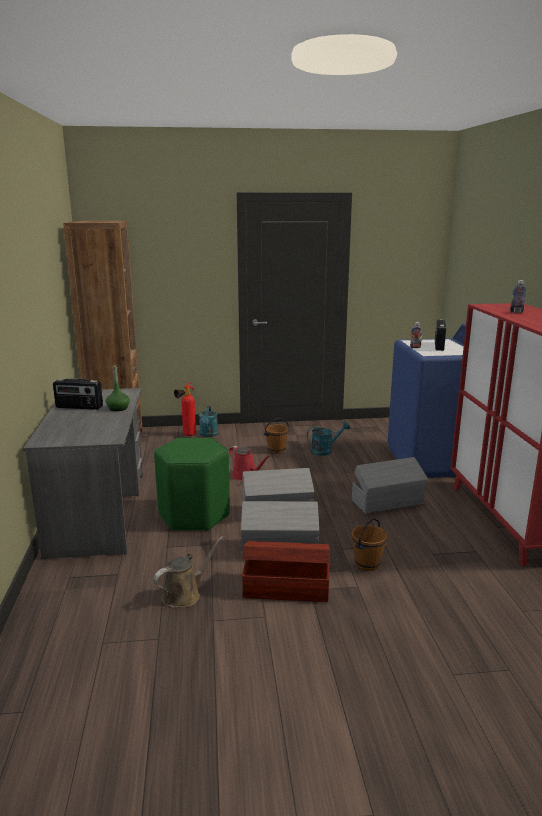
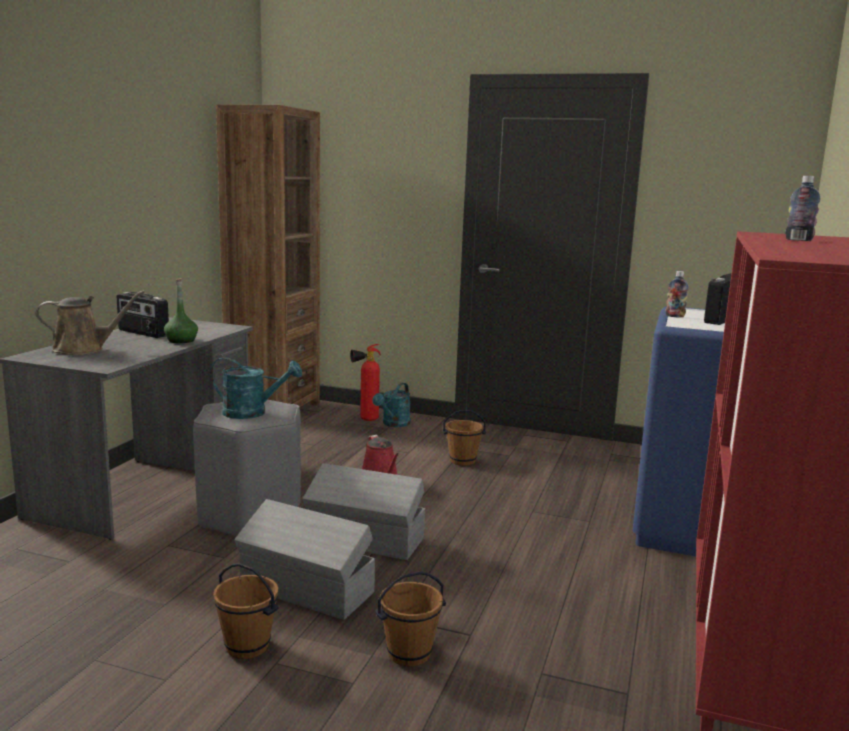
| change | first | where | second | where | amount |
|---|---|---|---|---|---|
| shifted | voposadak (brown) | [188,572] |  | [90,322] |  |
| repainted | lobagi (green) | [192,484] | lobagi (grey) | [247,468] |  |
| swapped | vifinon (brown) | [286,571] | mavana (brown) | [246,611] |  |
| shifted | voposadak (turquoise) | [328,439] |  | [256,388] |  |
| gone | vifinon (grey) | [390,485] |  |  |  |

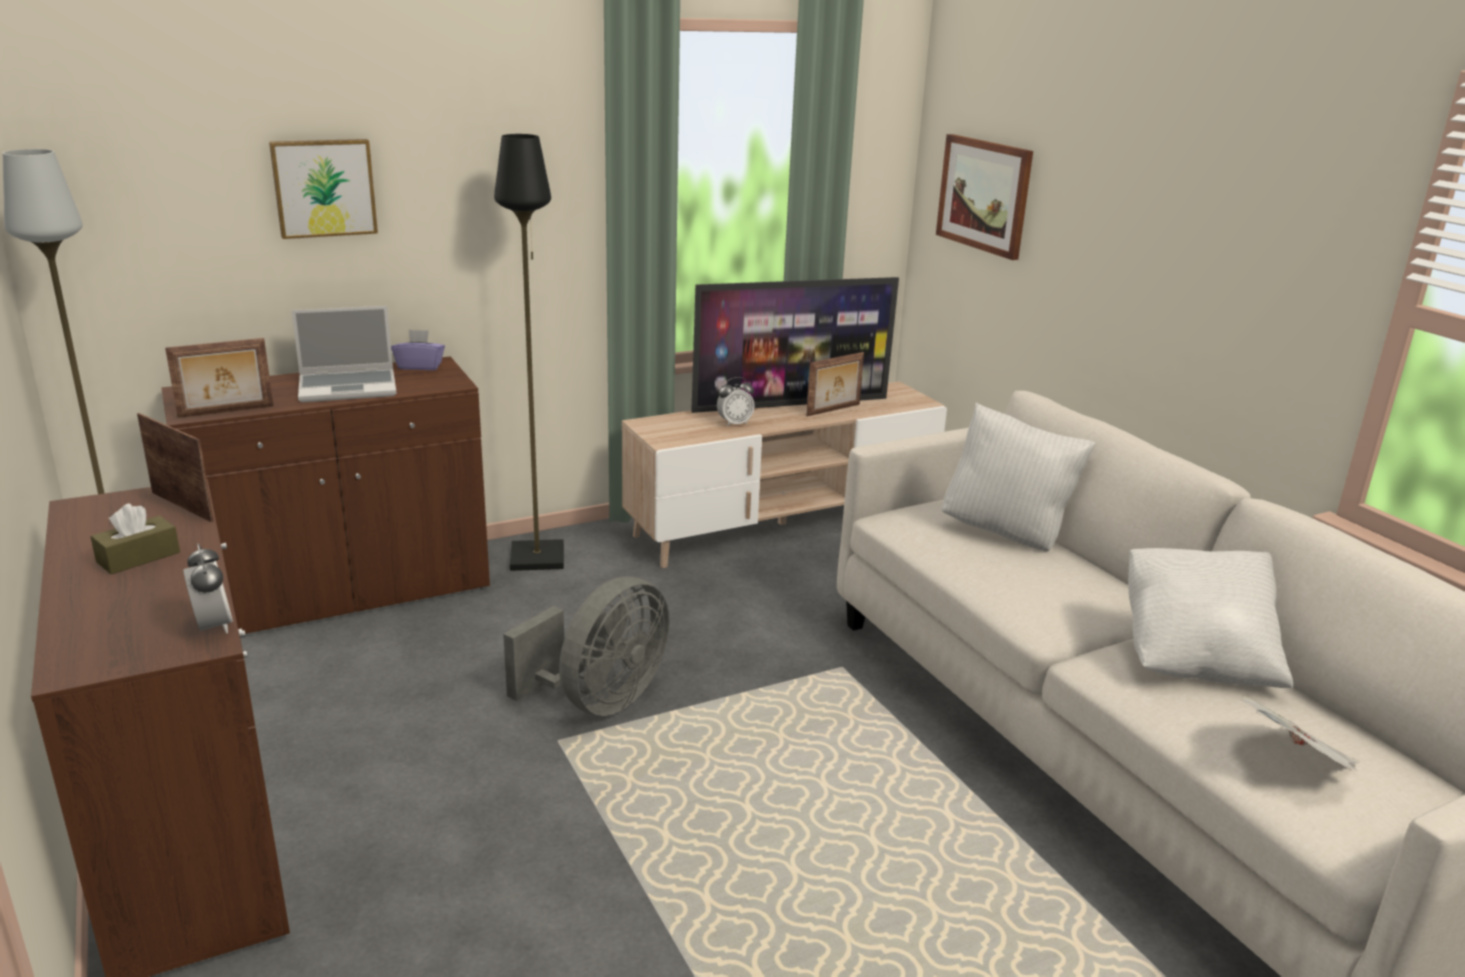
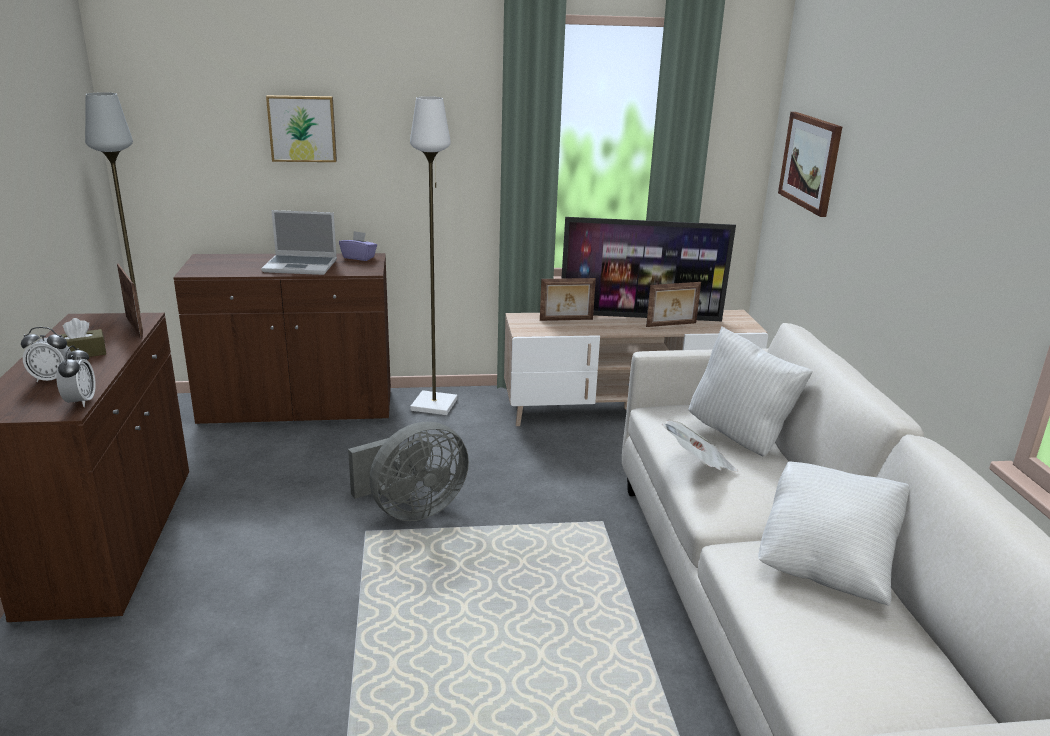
| change | first | where | second | where | amount |
|---|---|---|---|---|---|
| shifted | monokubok | [219,378] |  | [568,299] |  |
| repainted | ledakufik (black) | [529,352] | ledakufik (white) | [434,255] |  |
| shifted | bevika | [736,402] |  | [46,354] |  |
| shifted | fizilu | [1300,733] |  | [700,446] |  |

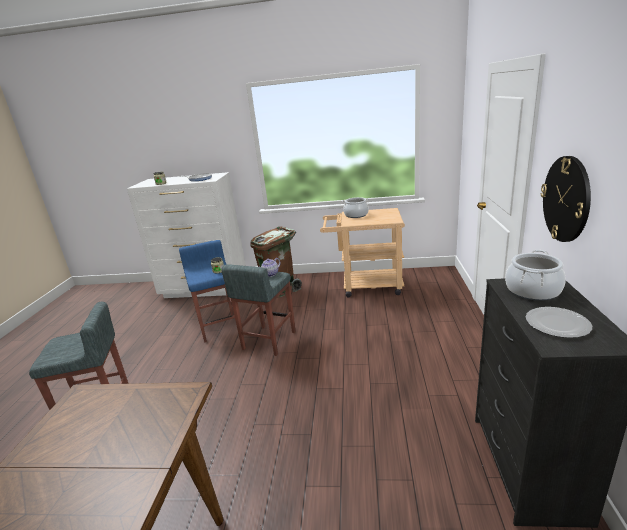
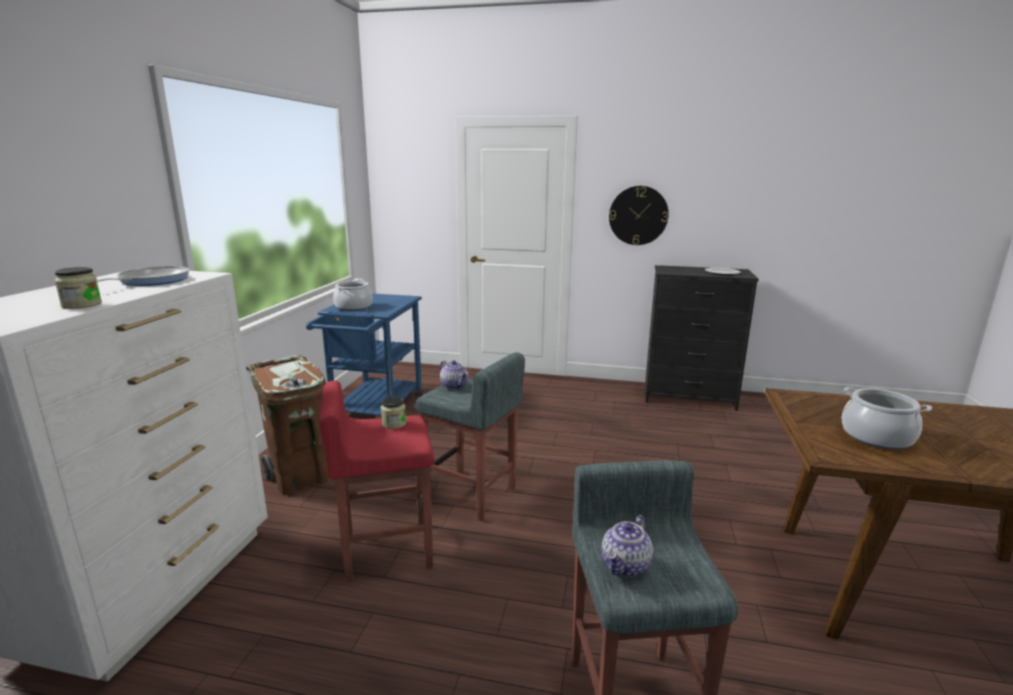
| change | first | where | second | where | amount |
|---|---|---|---|---|---|
| repainted | lobagi (blue) | [207,291] | lobagi (red) | [376,482] |  |
| repainted | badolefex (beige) | [362,253] | badolefex (blue) | [364,354] |  |
| shifted | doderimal | [535,275] |  | [887,418] |  |
| new |  |  | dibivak | [627,546] |  |

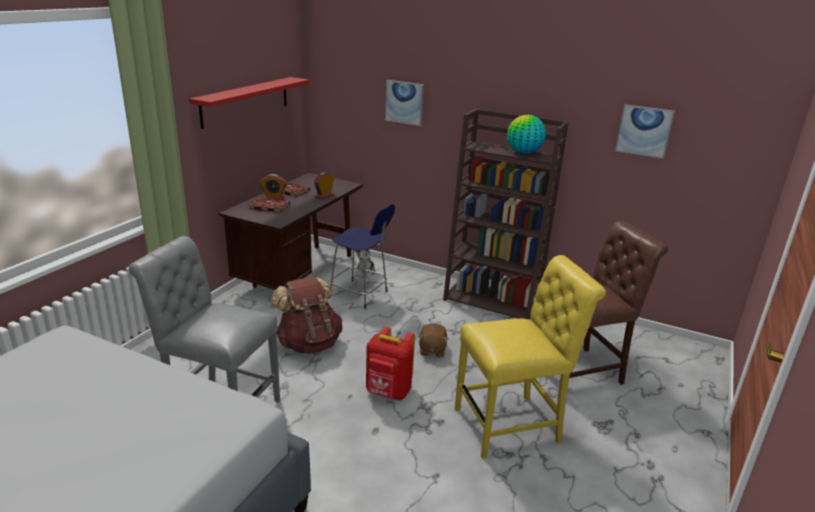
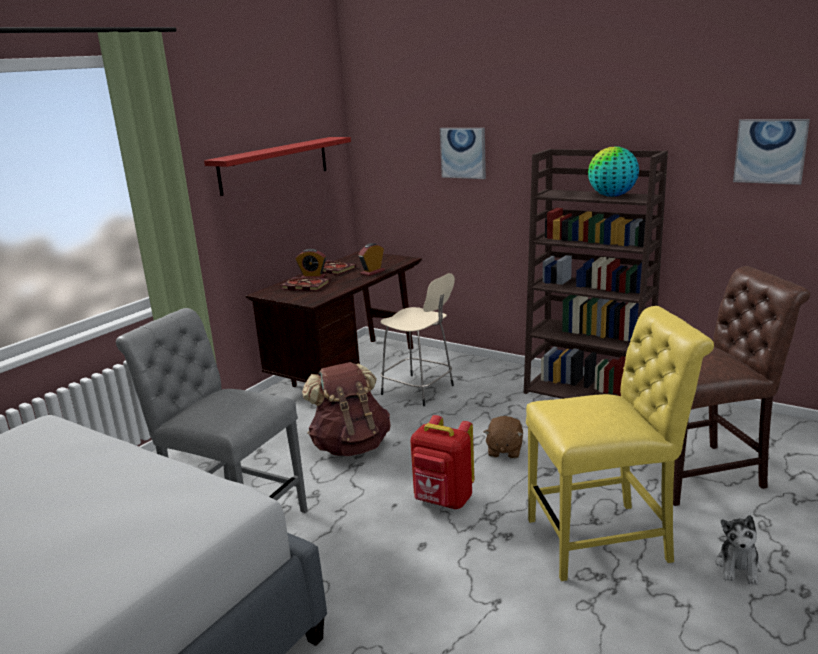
| change | first | where | second | where | amount |
|---|---|---|---|---|---|
| repainted | lobagi (blue) | [362,256] | lobagi (beige) | [417,339] |  |
| shifted | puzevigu | [365,264] |  | [739,550] |  |

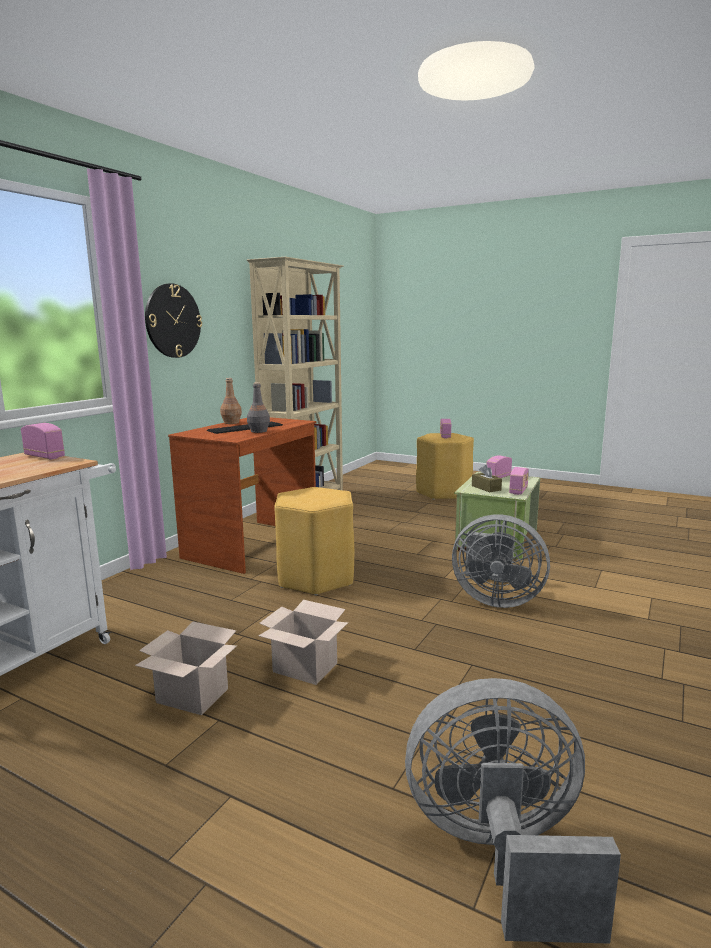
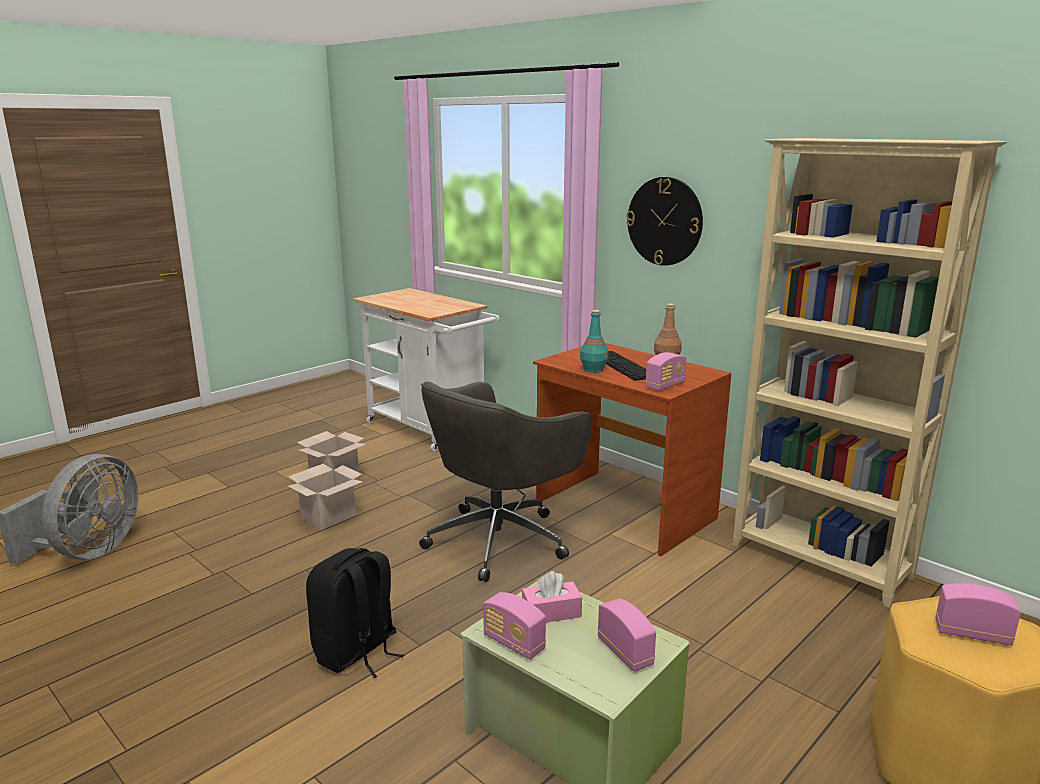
| change | first | where | second | where | amount |
|---|---|---|---|---|---|
| shifted | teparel | [43,441] |  | [665,371] |  |
| repainted | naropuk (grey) | [258,407] | naropuk (turquoise) | [594,341] |  |
| swapped | lobagi (yellow) | [314,541] | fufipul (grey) | [505,482] |  |
| swapped | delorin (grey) | [501,561] | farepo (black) | [355,613] |  |
| repainted | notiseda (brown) | [487,478] | notiseda (pink) | [552,596] |  |

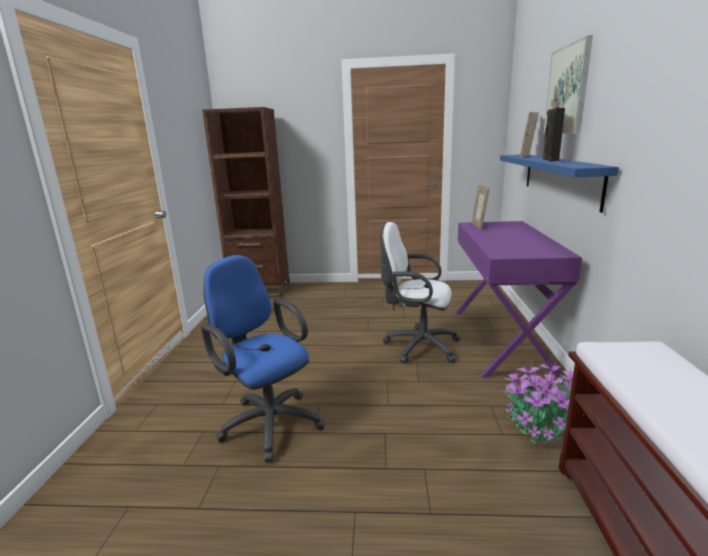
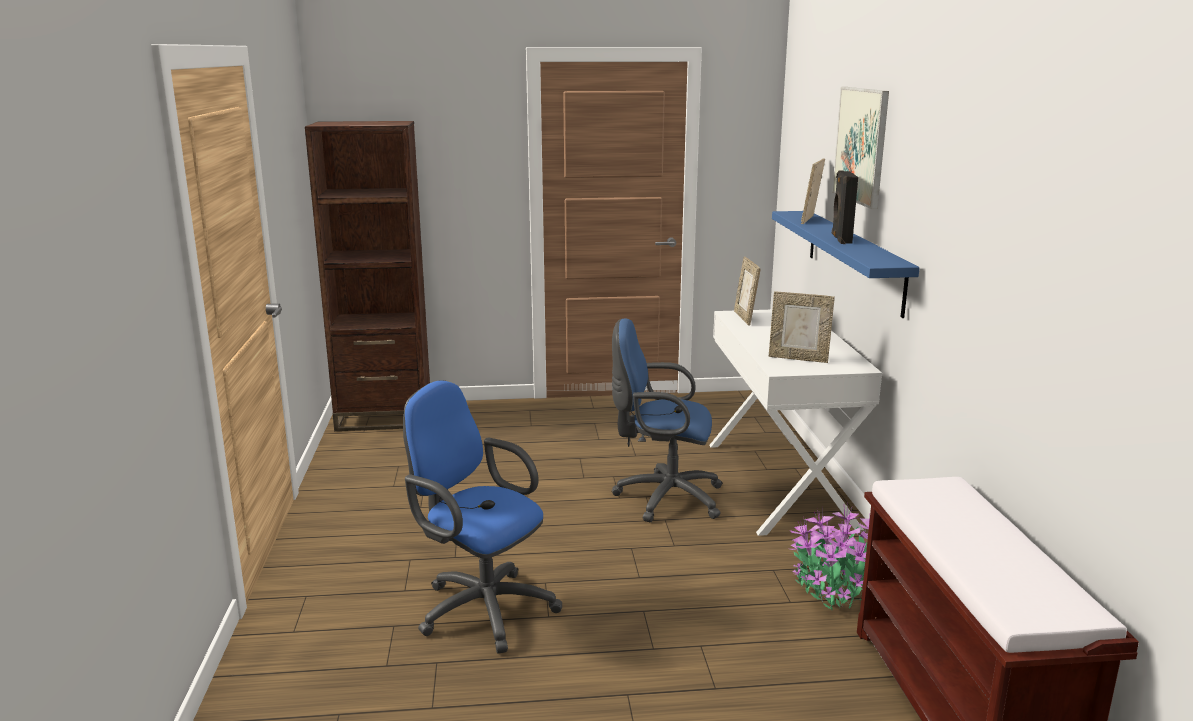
| change | first | where | second | where | amount |
|---|---|---|---|---|---|
| repainted | fufipul (white) | [420,292] | fufipul (blue) | [667,420] |  |
| repainted | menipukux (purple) | [518,299] | menipukux (white) | [795,423] |  |
| new |  |  | monokubok | [801,327] |  |

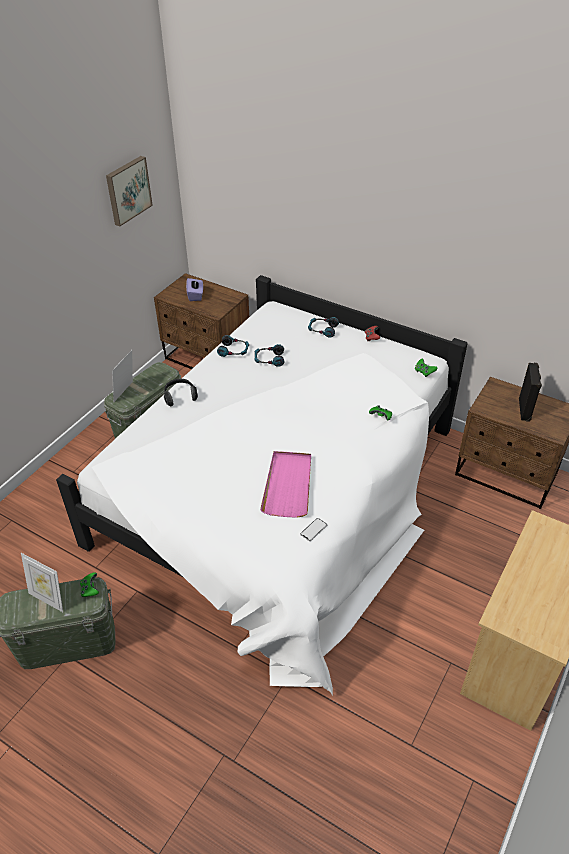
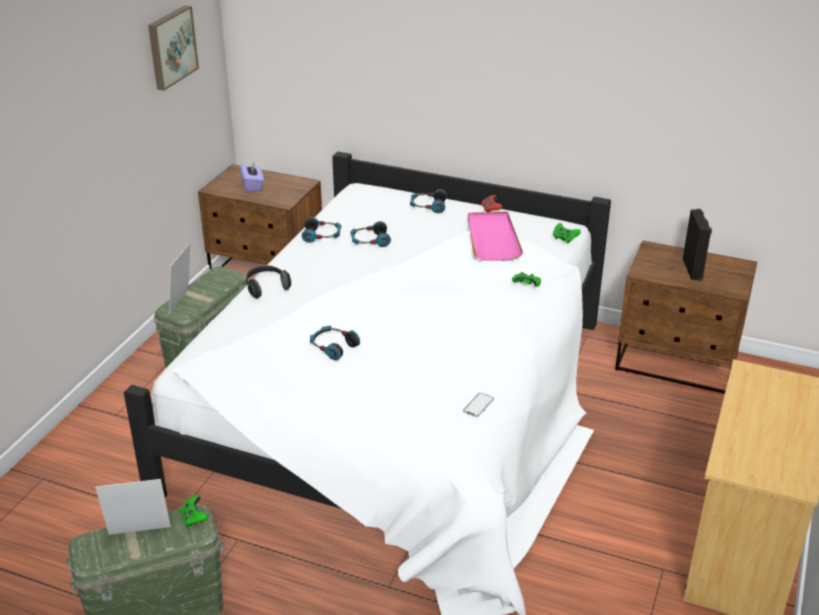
| change | first | where | second | where | amount |
|---|---|---|---|---|---|
| rotated | monokubok | [42,582] |  | [133,507] | 150 degrees clockwise |
| shifted | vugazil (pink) | [285,484] |  | [495,236] |  |
| new |  |  | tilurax | [335,343] |  |

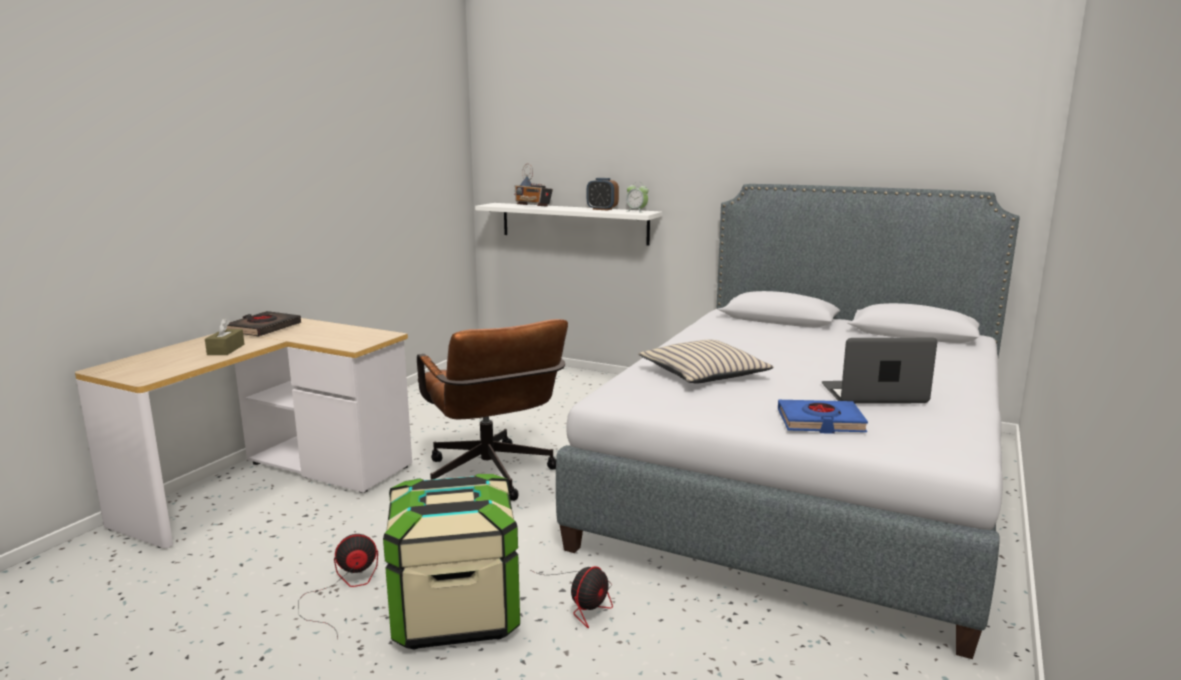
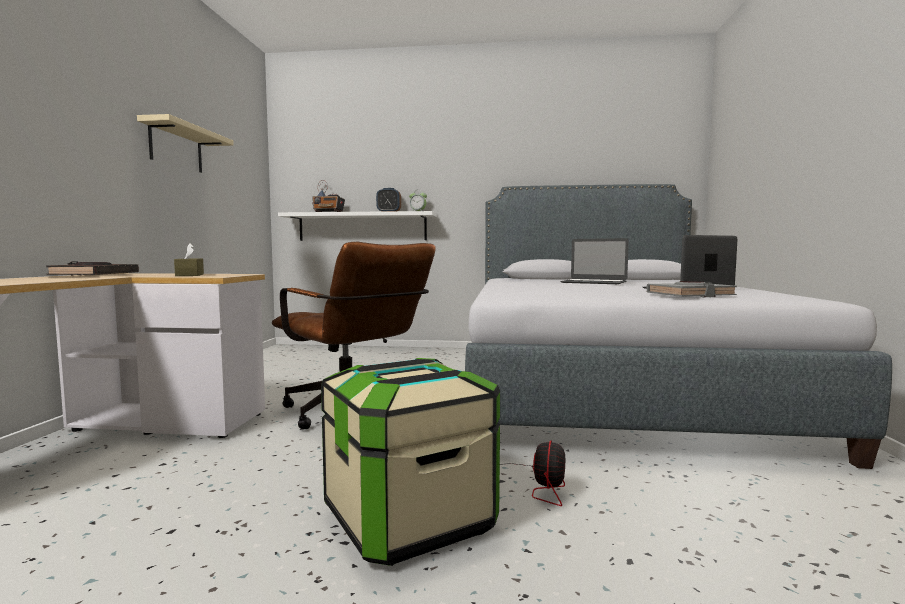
| change | first | where | second | where | amount |
|---|---|---|---|---|---|
| shifted | notiseda (brown) | [225,336] |  | [189,259] |  |
| gone | delorin | [338,586] |  |  |  |
| gone | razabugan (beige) | [706,361] |  |  |  |
| repainted | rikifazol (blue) | [823,417] | rikifazol (grey) | [692,289] |  |
| new |  |  | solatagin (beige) | [185,143] |  |
| new |  |  | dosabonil | [594,261] |  |

